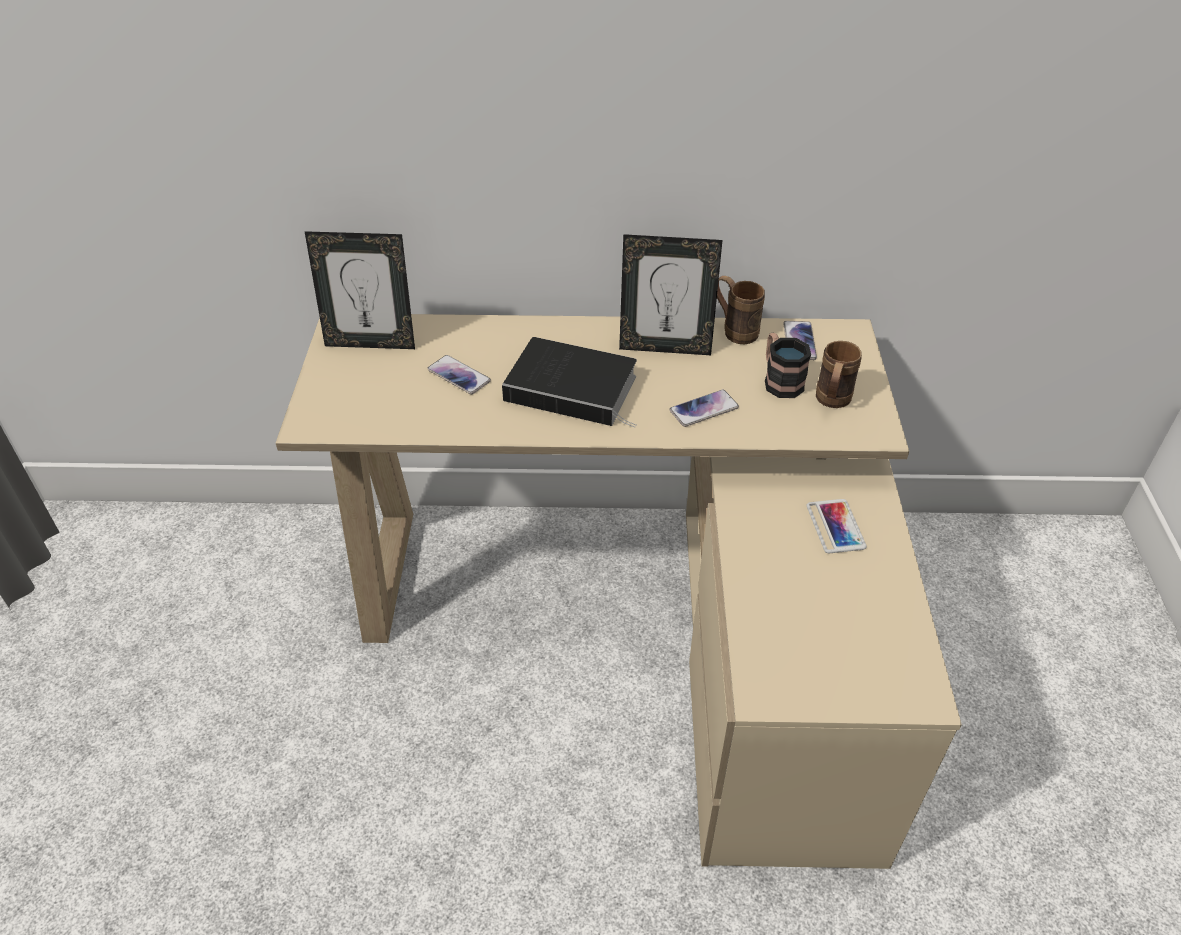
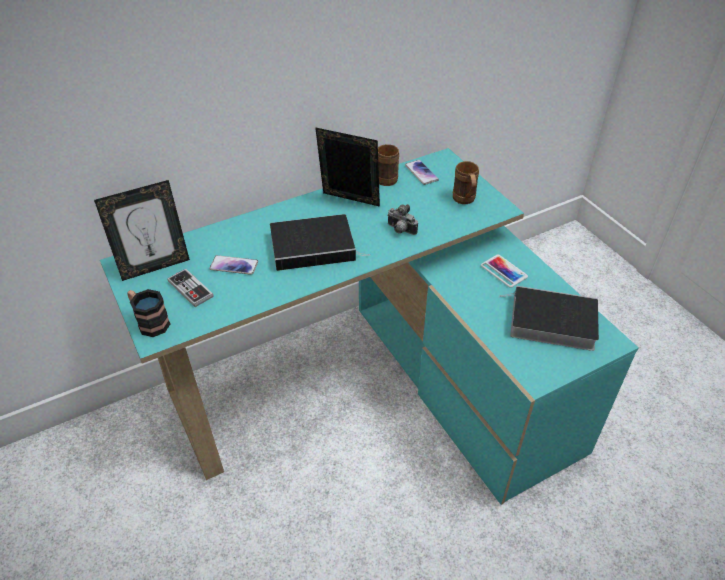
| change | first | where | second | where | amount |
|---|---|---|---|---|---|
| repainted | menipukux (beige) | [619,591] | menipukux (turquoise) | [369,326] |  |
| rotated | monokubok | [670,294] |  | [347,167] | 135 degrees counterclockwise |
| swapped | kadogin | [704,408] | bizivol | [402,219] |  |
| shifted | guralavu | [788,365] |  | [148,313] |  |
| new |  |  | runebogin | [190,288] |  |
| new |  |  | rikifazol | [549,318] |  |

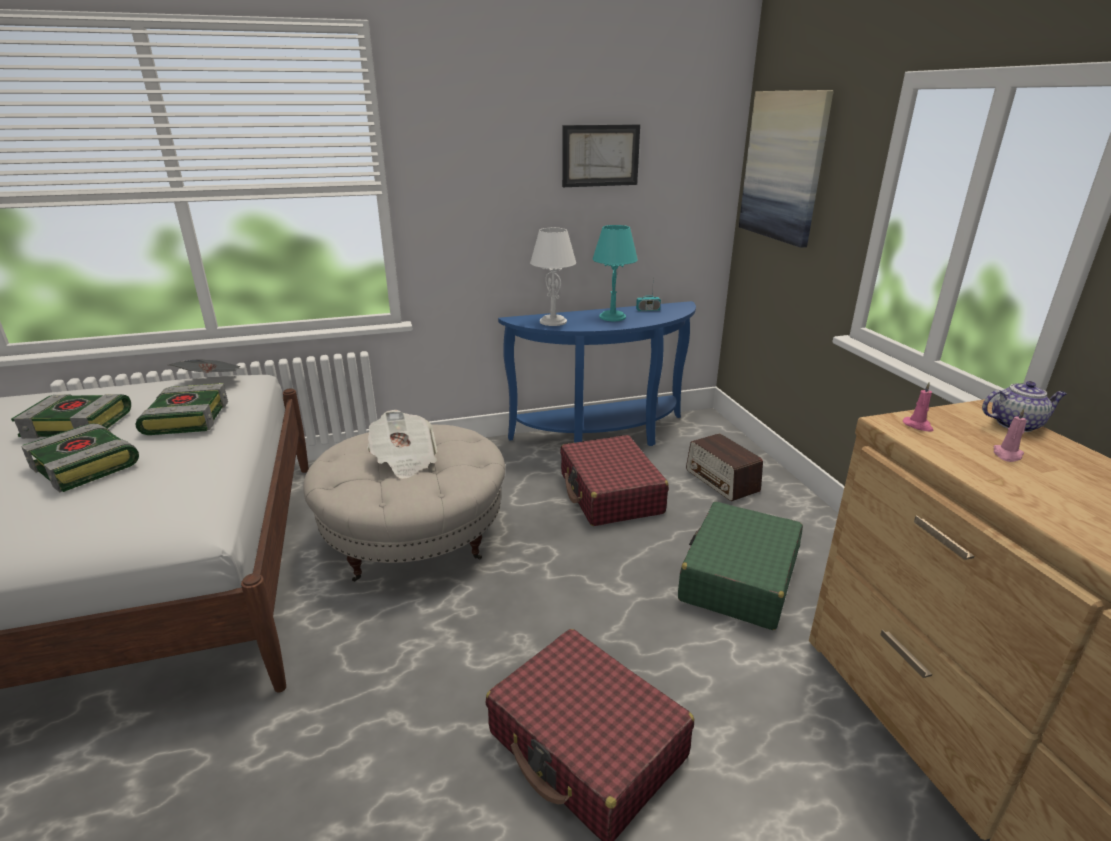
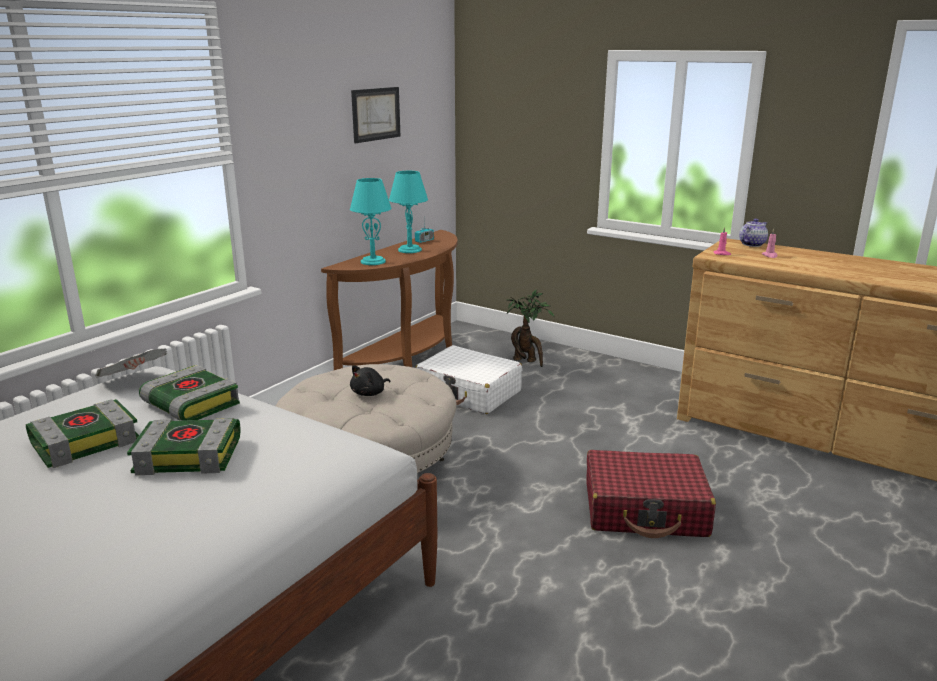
| change | first | where | second | where | amount |
|---|---|---|---|---|---|
| swapped | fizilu | [402,444] | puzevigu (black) | [370,380] |  |
| repainted | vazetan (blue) | [597,373] | vazetan (brown) | [389,300] |  |
| repainted | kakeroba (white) | [553,277] | kakeroba (turquoise) | [370,221] |  |
| repainted | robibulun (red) | [614,480] | robibulun (white) | [468,379] |  |
| gone | robibulun (green) | [740,566] |  |  |  |
| swapped | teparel | [724,467] | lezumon | [531,328] |  |
| gone | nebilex | [786,169] |  |  |  |

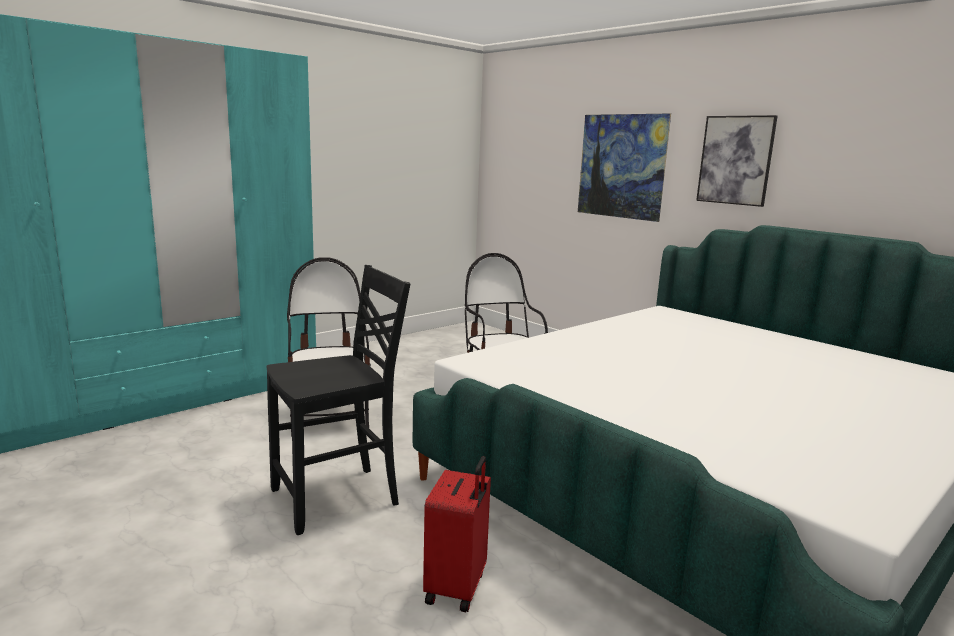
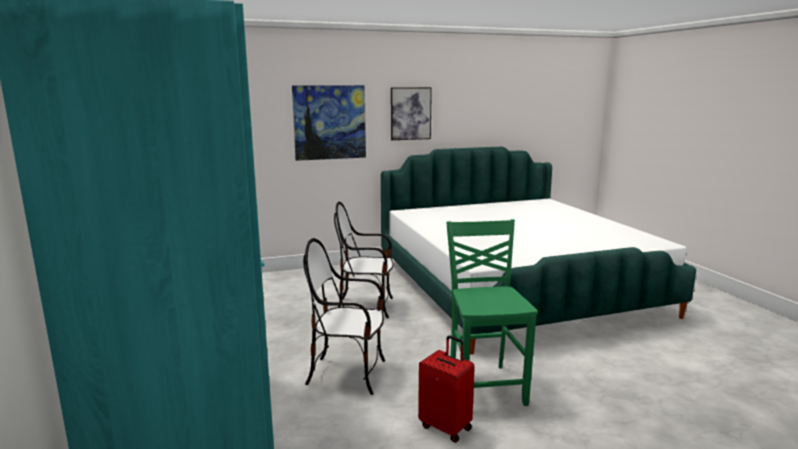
| change | first | where | second | where | amount |
|---|---|---|---|---|---|
| repainted | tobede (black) | [338,400] | tobede (green) | [492,312] |  |
| shifted | robibulun (red) | [457,534] |  | [446,389] |  |

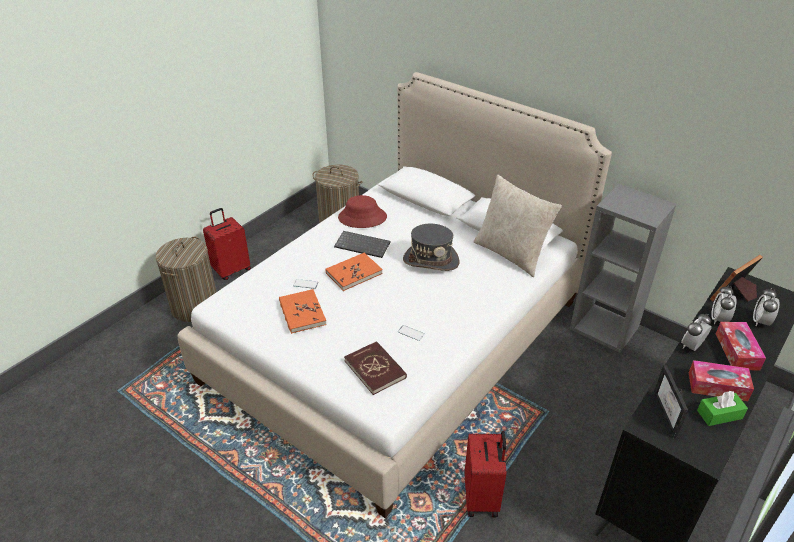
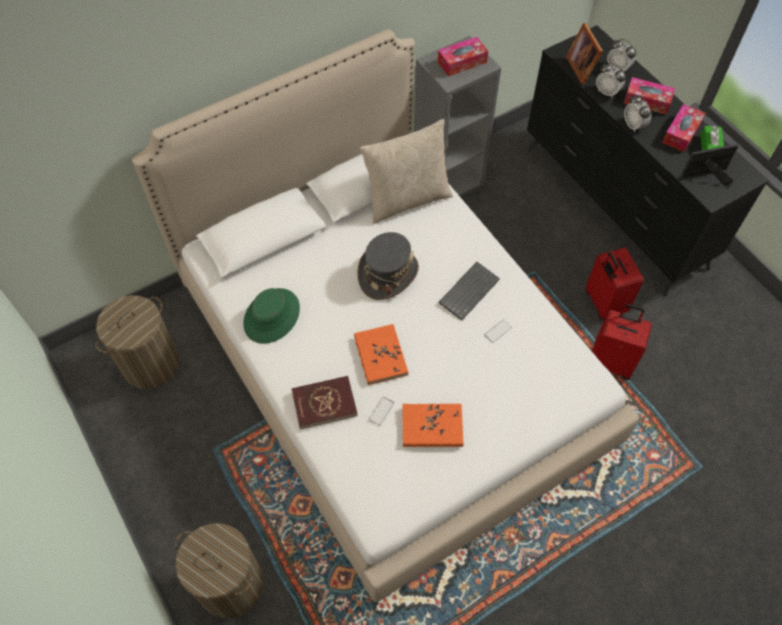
| change | first | where | second | where | amount |
|---|---|---|---|---|---|
| shifted | robibulun (red) | [227,244] |  | [614,283] |  |
| shifted | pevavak | [362,244] |  | [469,291] |  |
| repainted | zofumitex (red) | [362,211] | zofumitex (green) | [271,316] |  |
| shifted | rikifazol (red) | [375,368] |  | [324,402] |  |
| rotated | monokubok | [670,401] |  | [710,165] | 150 degrees clockwise |
| new |  |  | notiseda | [463,56] |  |

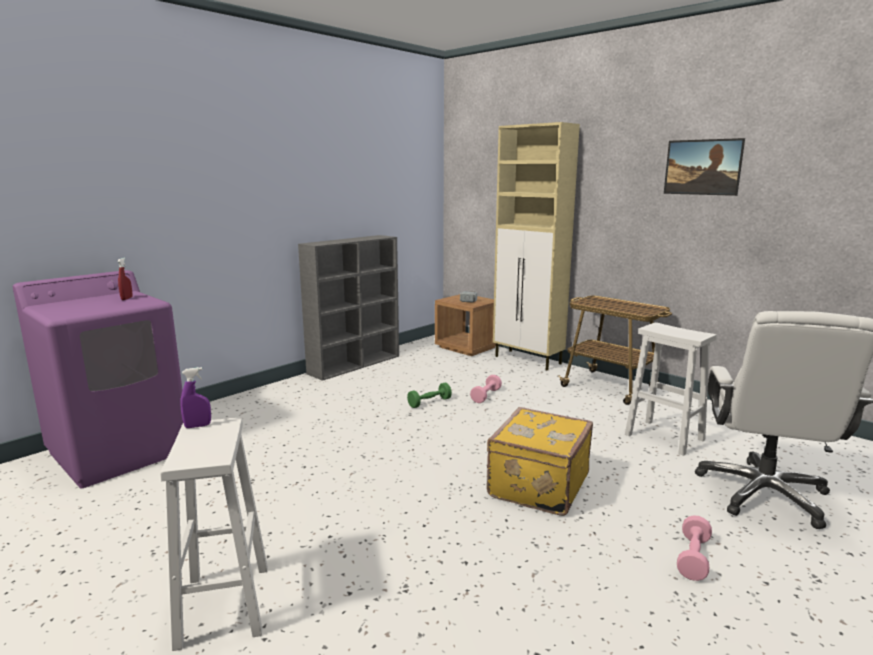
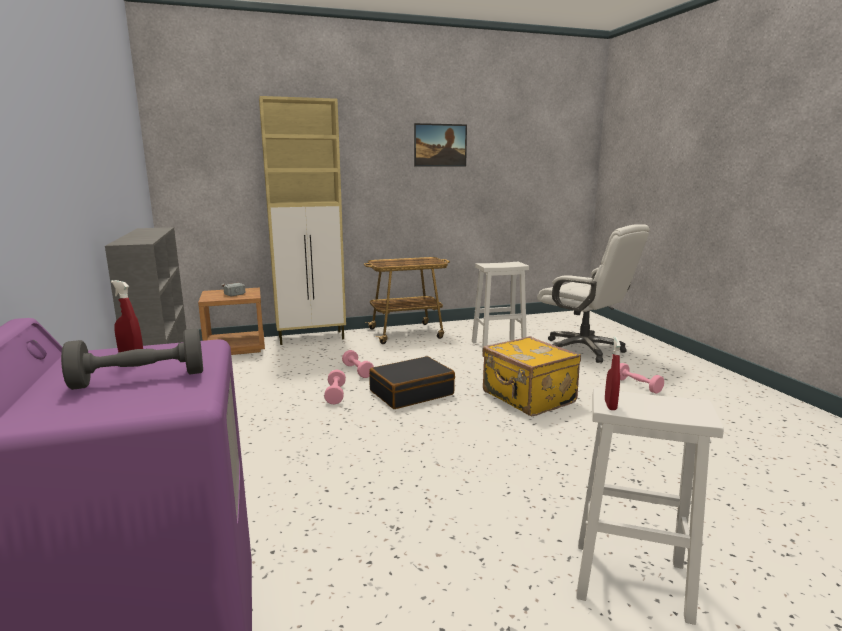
| change | first | where | second | where | amount |
|---|---|---|---|---|---|
| repainted | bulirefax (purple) | [195,397] | bulirefax (red) | [613,373] |  |
| repainted | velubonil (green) | [429,395] | velubonil (pink) | [335,387] |  |
| new |  |  | velubonil (grey) | [132,359] |  |
| new |  |  | robibulun (black) | [412,382] |  |

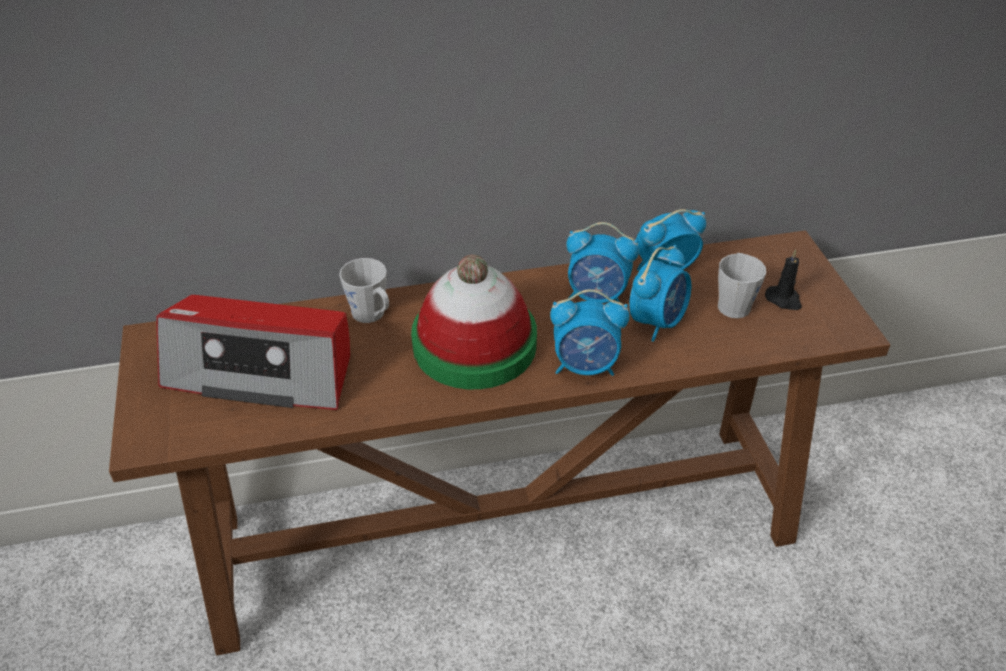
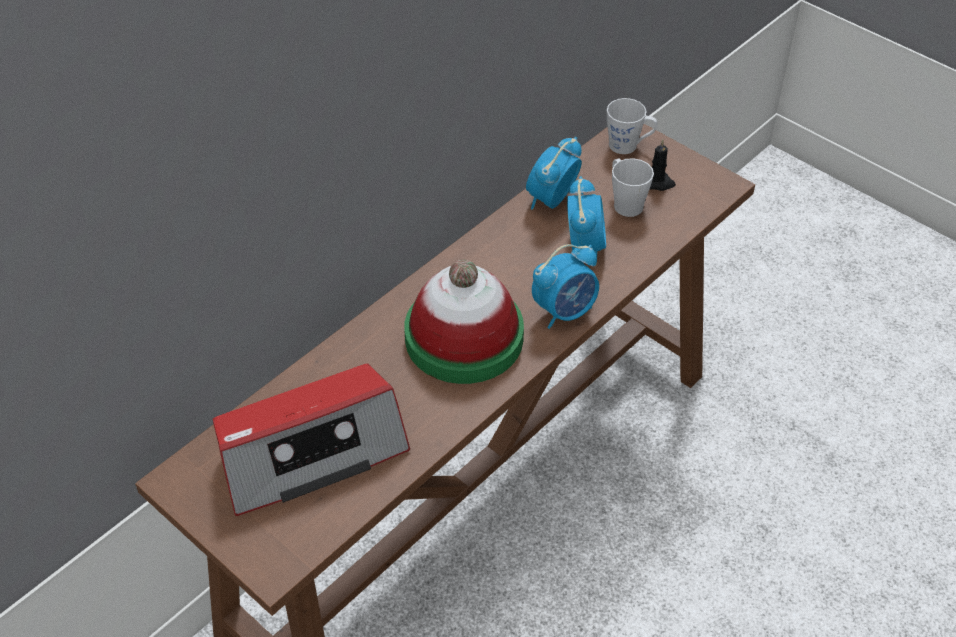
| change | first | where | second | where | amount |
|---|---|---|---|---|---|
| shifted | guralavu (grey) | [364,290] |  | [632,126] |  |
| gone | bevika | [602,262] |  |  |  |

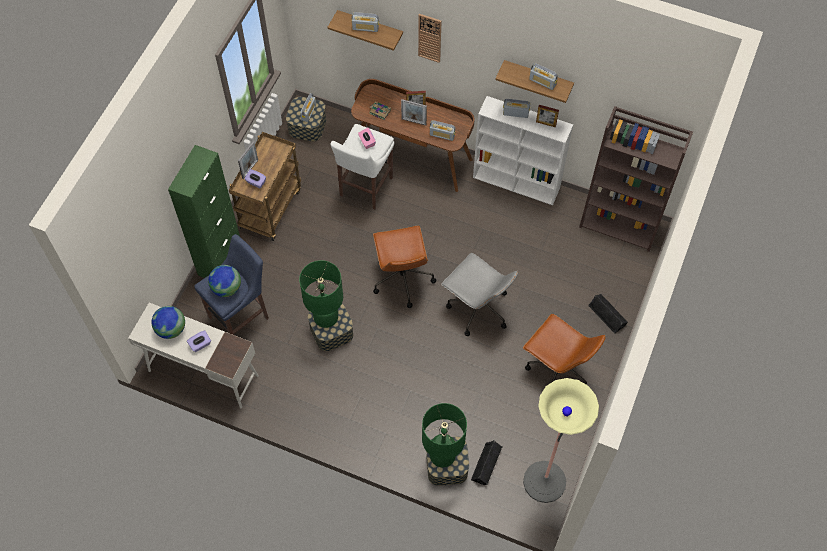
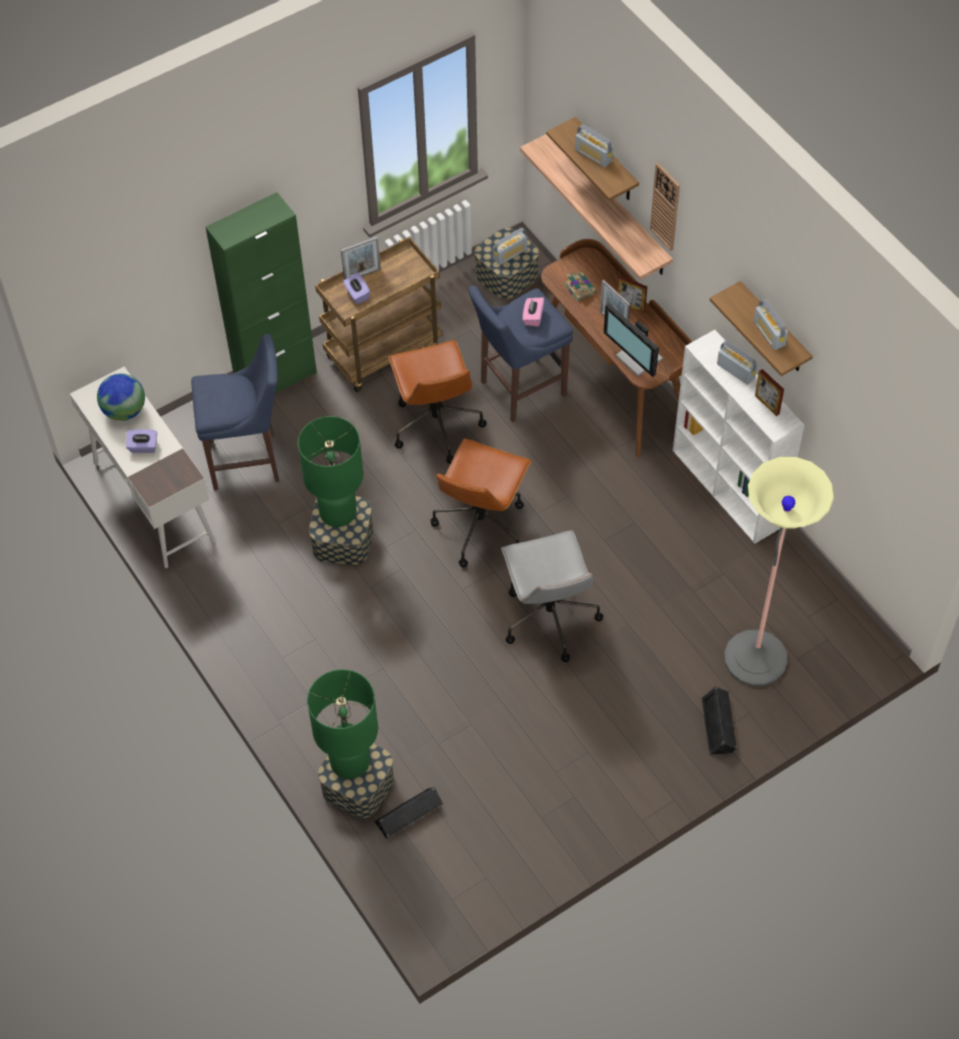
| change | first | where | second | where | amount |
|---|---|---|---|---|---|
| gone | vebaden | [224,281] |  |  |  |
| repainted | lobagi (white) | [362,167] | lobagi (blue) | [520,353] |  |
| swapped | teparel | [442,130] | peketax | [633,340] |  |
| shifted | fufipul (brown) | [564,349] |  | [437,402] |  |
| shifted | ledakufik | [561,440] |  | [779,571] |  |
| gone | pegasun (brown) | [636,179] |  |  |  |
| new |  |  | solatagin | [596,207] |  |

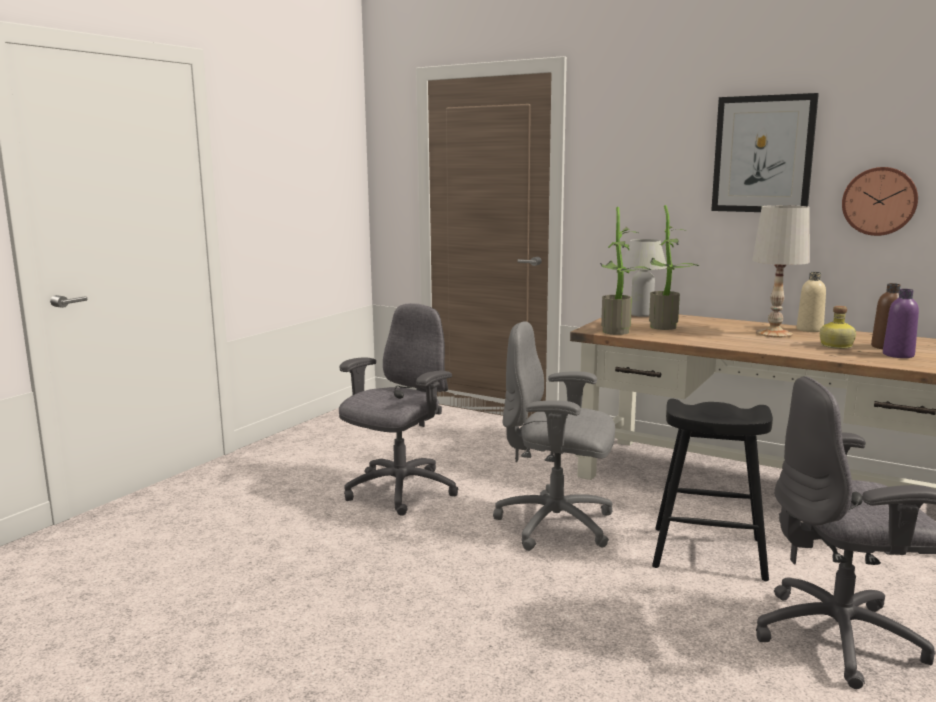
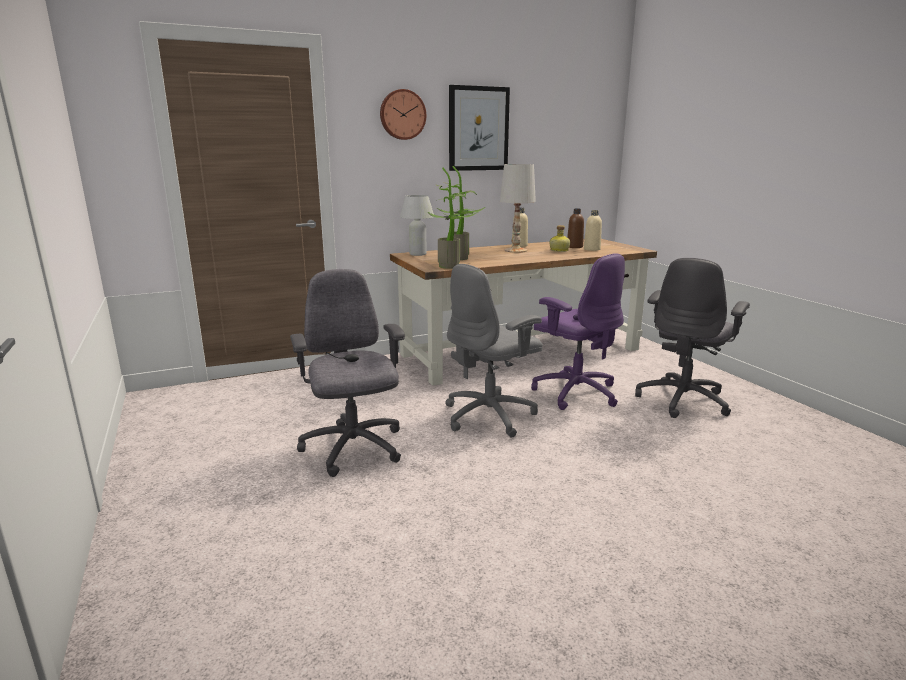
| change | first | where | second | where | amount |
|---|---|---|---|---|---|
| swapped | lobagi (black) | [712,490] | fufipul (purple) | [578,331] |  |
| shifted | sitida | [880,201] |  | [403,114] |  |
| repainted | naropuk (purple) | [901,323] | naropuk (beige) | [593,230] |  |

